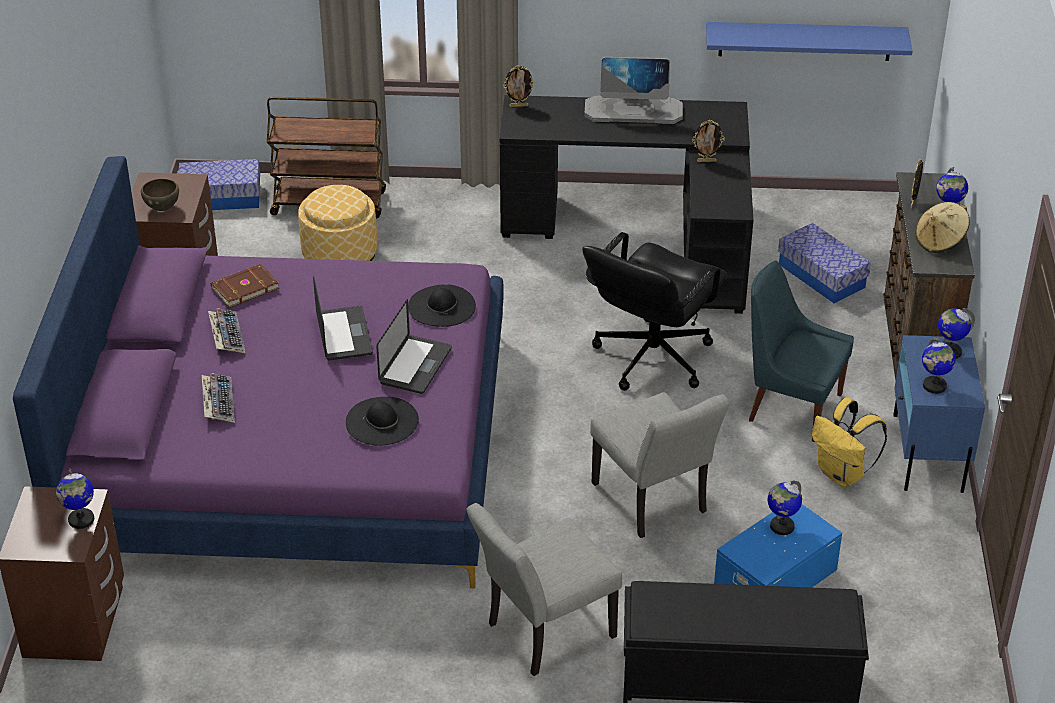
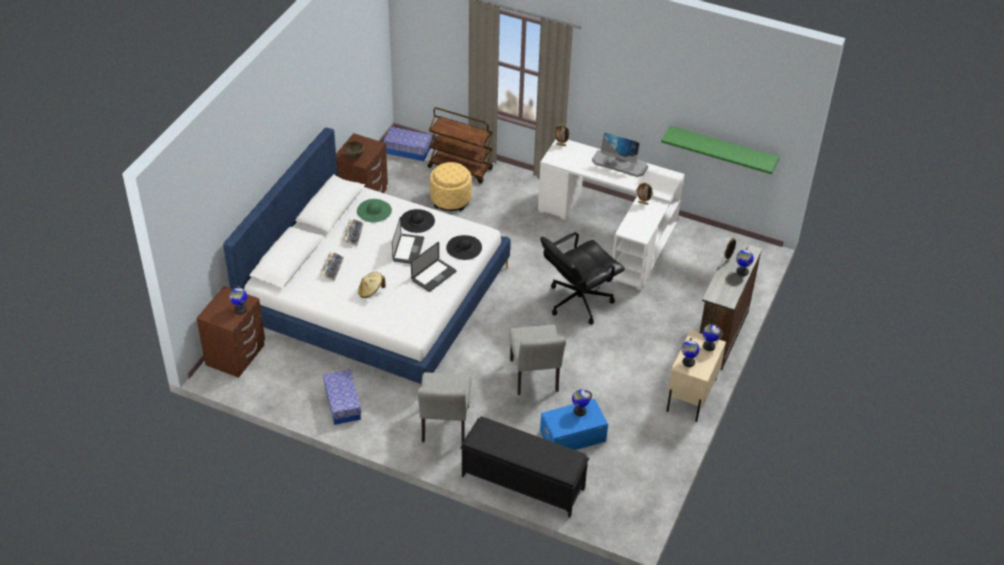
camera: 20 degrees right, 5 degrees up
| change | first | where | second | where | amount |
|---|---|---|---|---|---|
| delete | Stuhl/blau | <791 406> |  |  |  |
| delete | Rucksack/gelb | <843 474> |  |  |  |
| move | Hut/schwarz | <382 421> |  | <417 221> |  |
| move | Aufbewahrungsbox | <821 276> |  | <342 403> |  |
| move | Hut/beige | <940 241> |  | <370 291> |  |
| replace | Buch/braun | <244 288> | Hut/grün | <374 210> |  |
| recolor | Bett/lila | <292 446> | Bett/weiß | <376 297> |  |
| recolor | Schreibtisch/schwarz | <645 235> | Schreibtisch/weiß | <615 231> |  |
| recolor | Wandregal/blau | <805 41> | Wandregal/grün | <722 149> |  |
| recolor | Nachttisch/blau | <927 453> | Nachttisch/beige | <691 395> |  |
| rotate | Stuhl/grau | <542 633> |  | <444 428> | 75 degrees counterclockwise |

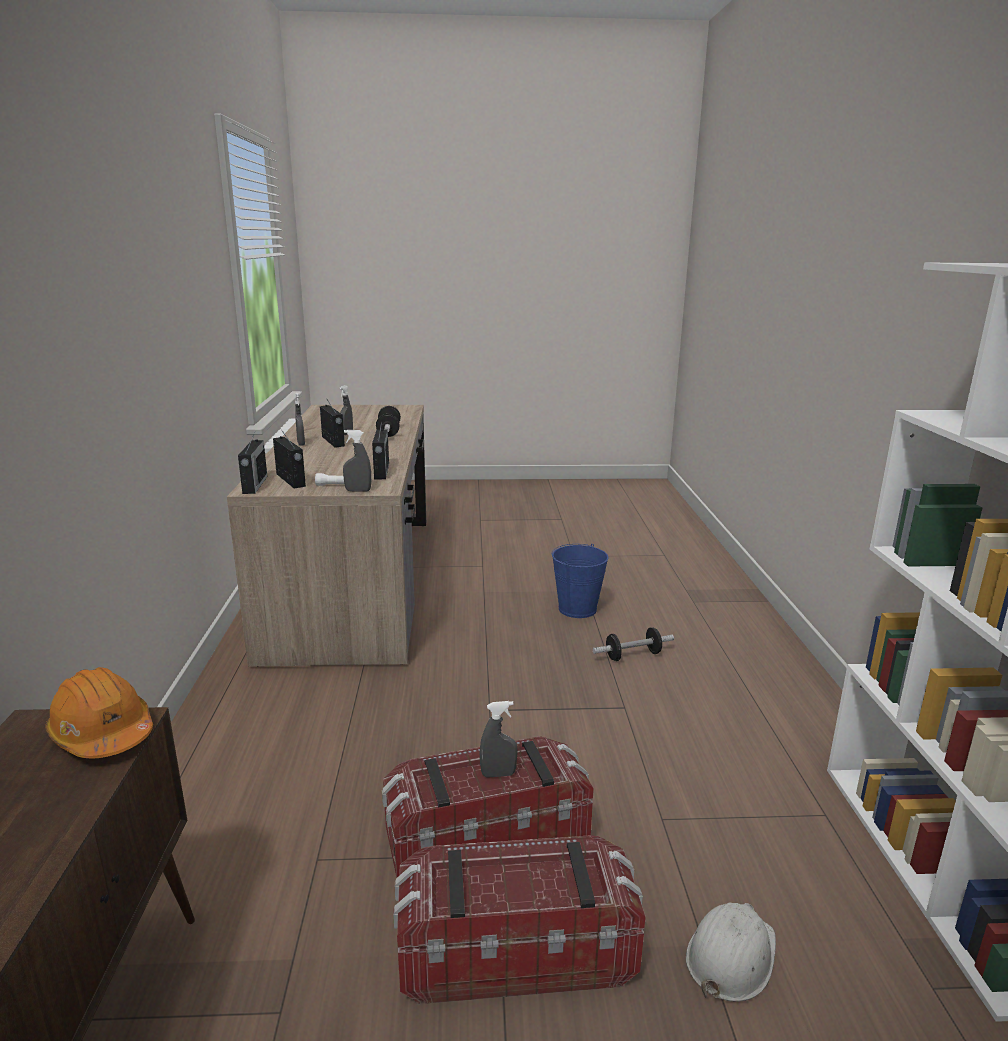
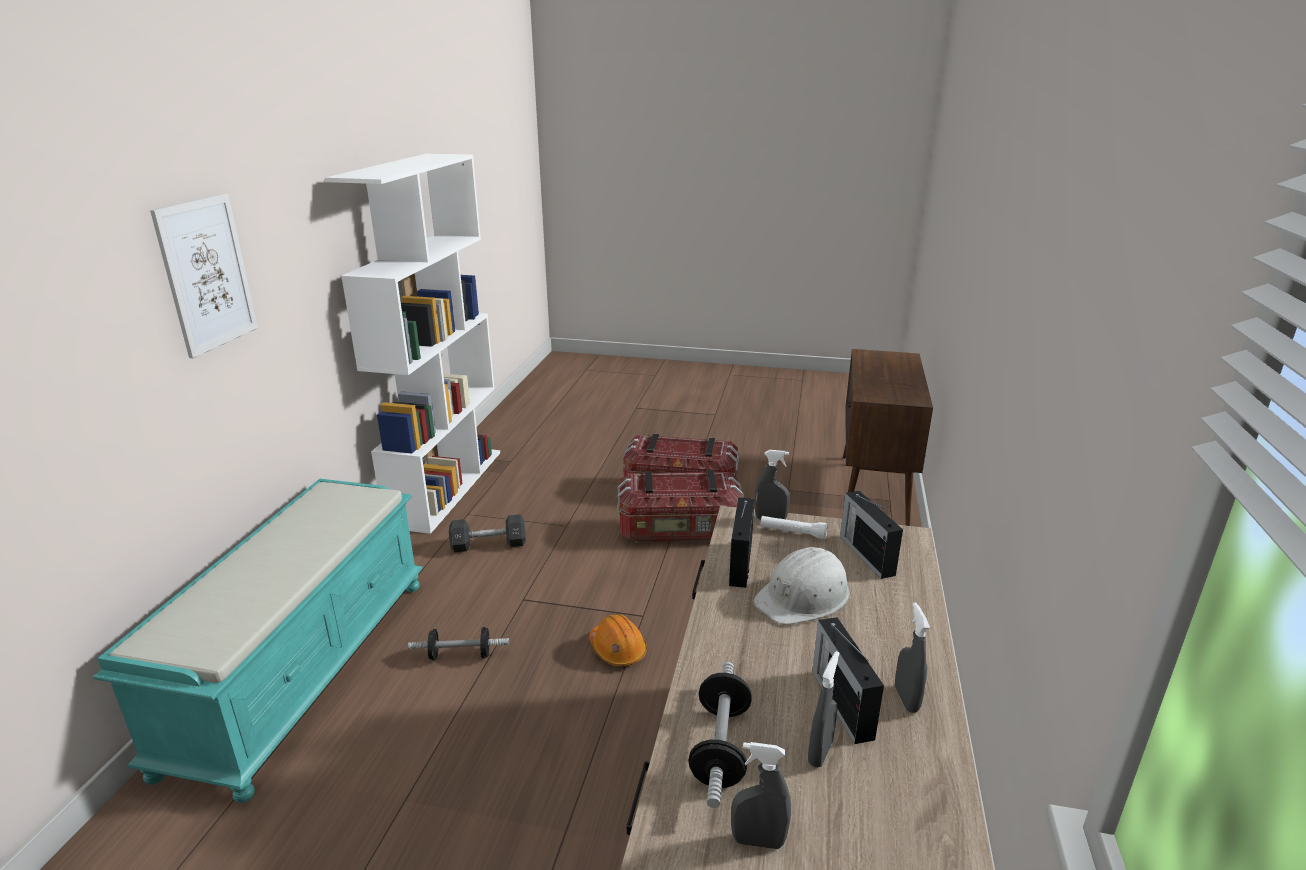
camera: 165 degrees left, 5 degrees up
| change | first | where | second | where | amount |
|---|---|---|---|---|---|
| delete | Radio | <254 485> |  |  |  |
| delete | Eimer/blau | <578 609> |  |  |  |
| insert |  |  | Bank/türkis | <302 667> |  |
| insert |  |  | Bild | <207 274> |  |
| insert |  |  | Hantel/schwarz | <489 544> |  |
| move | Schutzhelm/orange | <103 733> |  | <617 650> |  |
| move | Sprühflasche/grau | <498 774> |  | <758 841> |  |
| move | Schutzhelm/weiß | <730 956> |  | <804 597> |  |

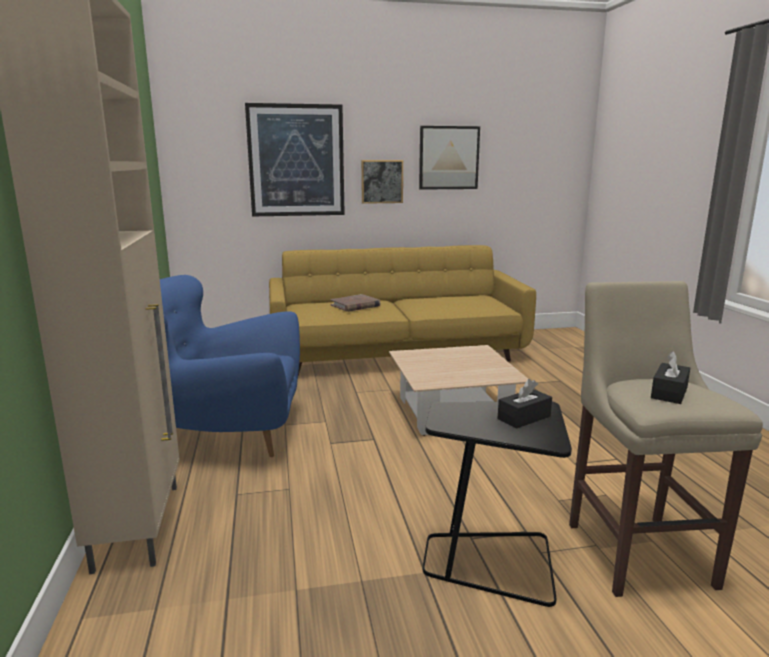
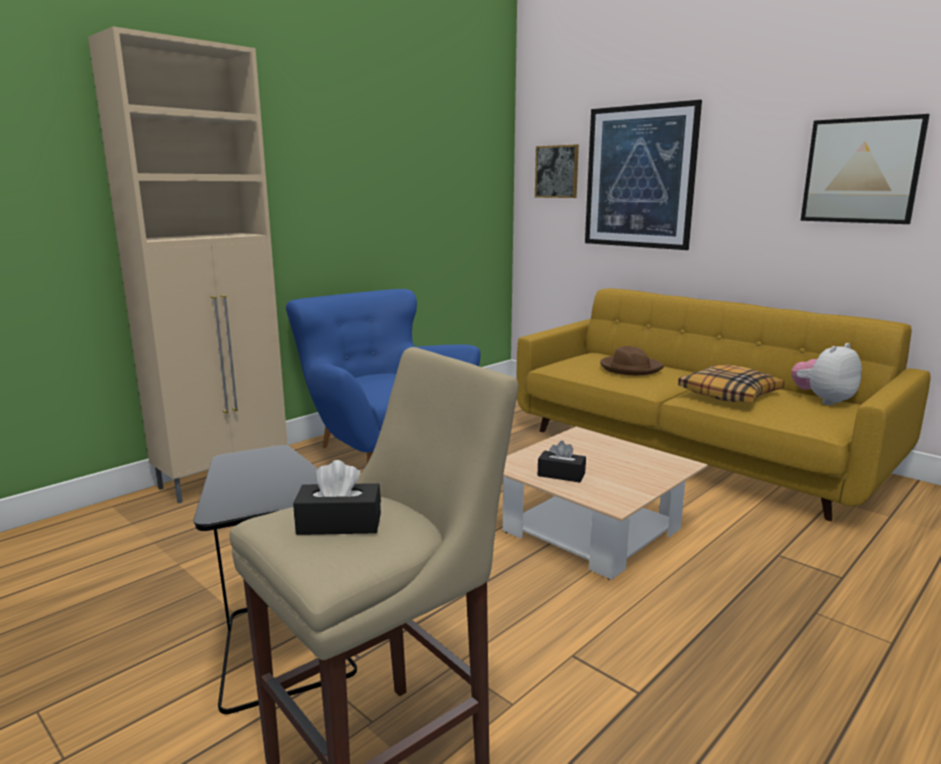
camera: 55 degrees right, 0 degrees up
| change | first | where | second | where | amount |
|---|---|---|---|---|---|
| insert |  |  | Kissen | <729 394> |  |
| insert |  |  | Plüschtier | <823 400> |  |
| move | Bild | <382 181> |  | <557 171> |  |
| move | Taschentuchbox/schwarz | <524 417> |  | <561 475> |  |
| replace | Buch/braun | <355 305> | Hut/braun | <630 368> |  |

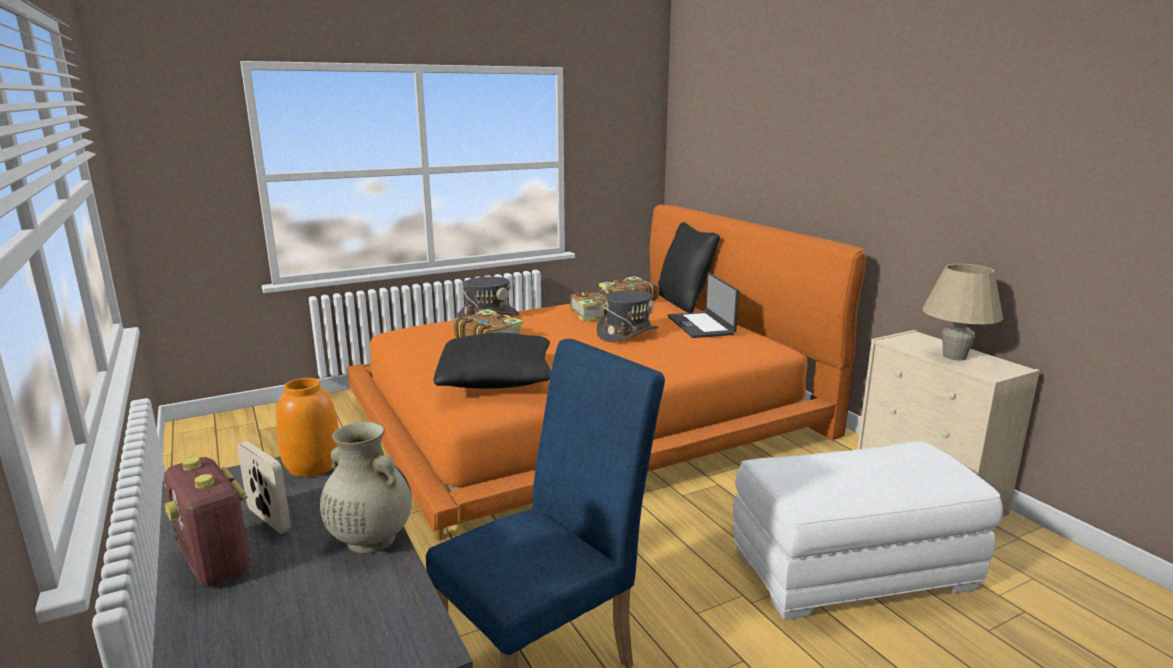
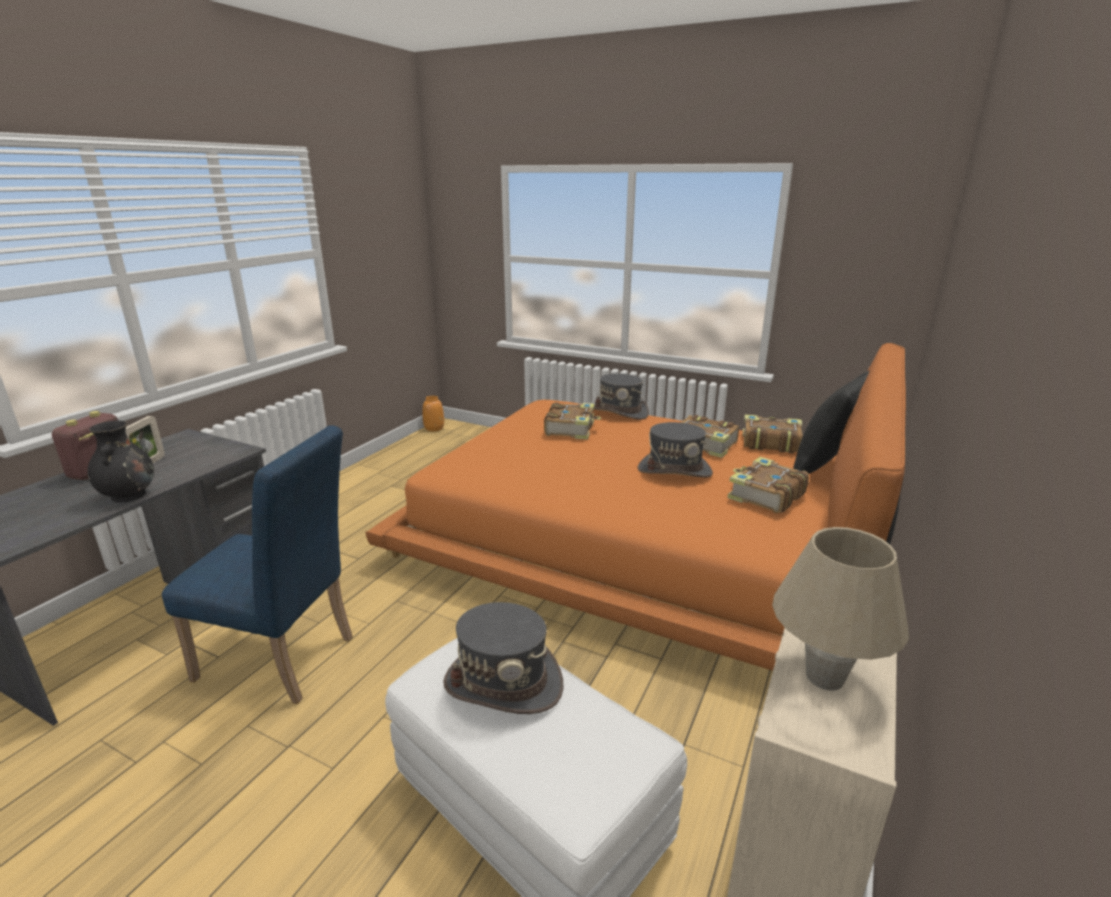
camera: 55 degrees right, 5 degrees up
| change | first | where | second | where | amount |
|---|---|---|---|---|---|
| delete | Kissen/schwarz | <496 380> |  |  |  |
| insert |  |  | Hut/grau | <503 683> |  |
| move | Vase/orange | <312 466> |  | <434 428> |  |
| replace | Laptop | <701 325> | Buch | <765 495> |  |
| recolor | Vase/beige | <370 539> | Vase/schwarz | <129 495> |  |

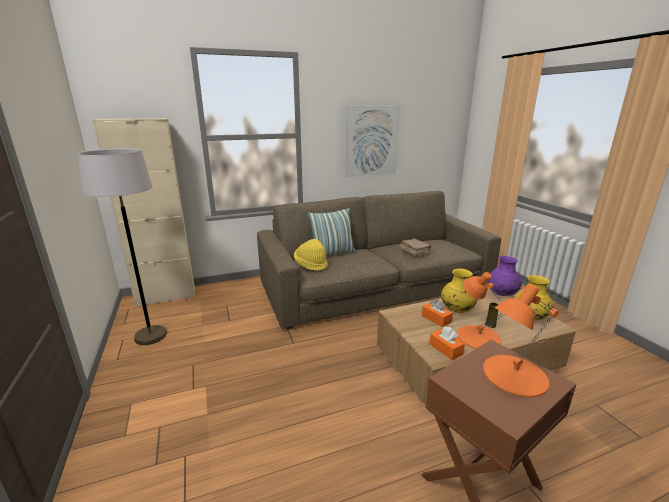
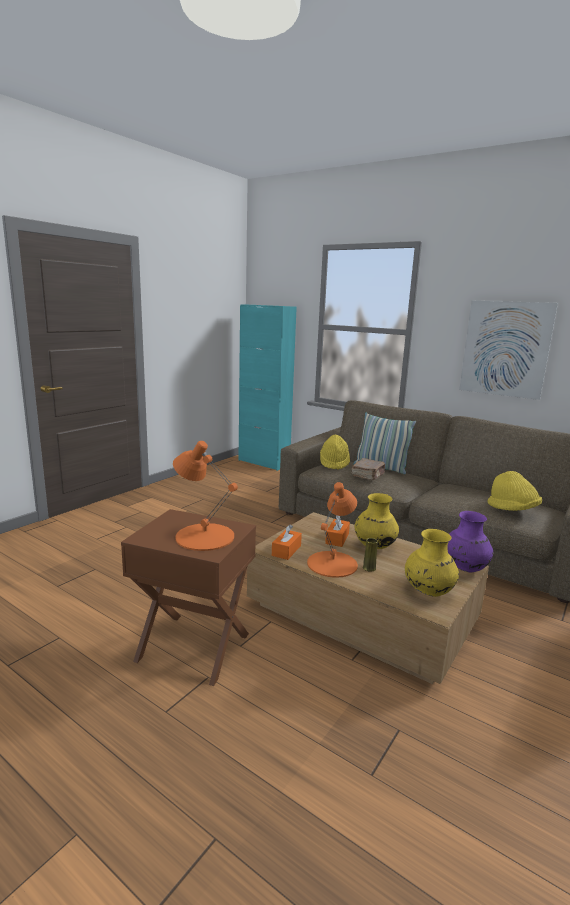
camera: 55 degrees right, 5 degrees down
| change | first | where | second | where | amount |
|---|---|---|---|---|---|
| delete | Stehlampe/grau | <151 336> |  |  |  |
| insert |  |  | Hut/gelb | <512 510> |  |
| move | Buch/braun | <414 252> |  | <368 475> |  |
| recolor | Schrank/beige | <166 296> | Schrank/türkis | <263 462> |  |

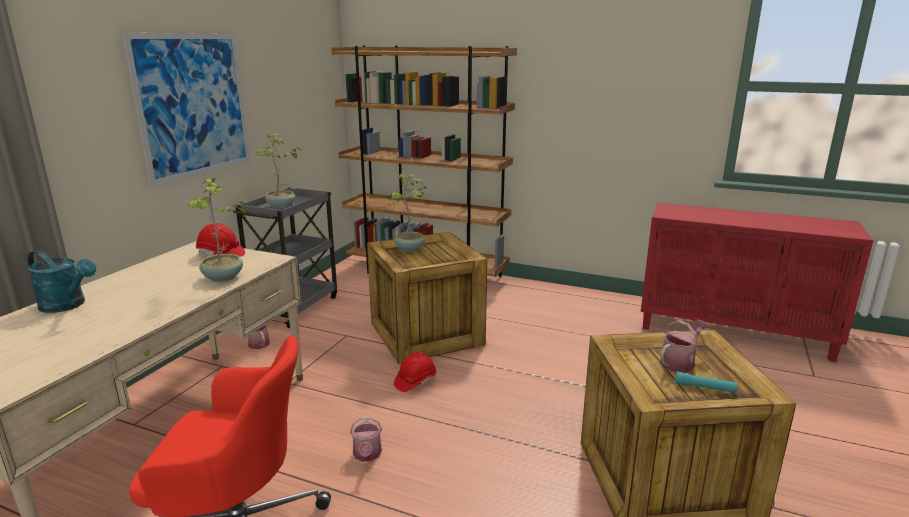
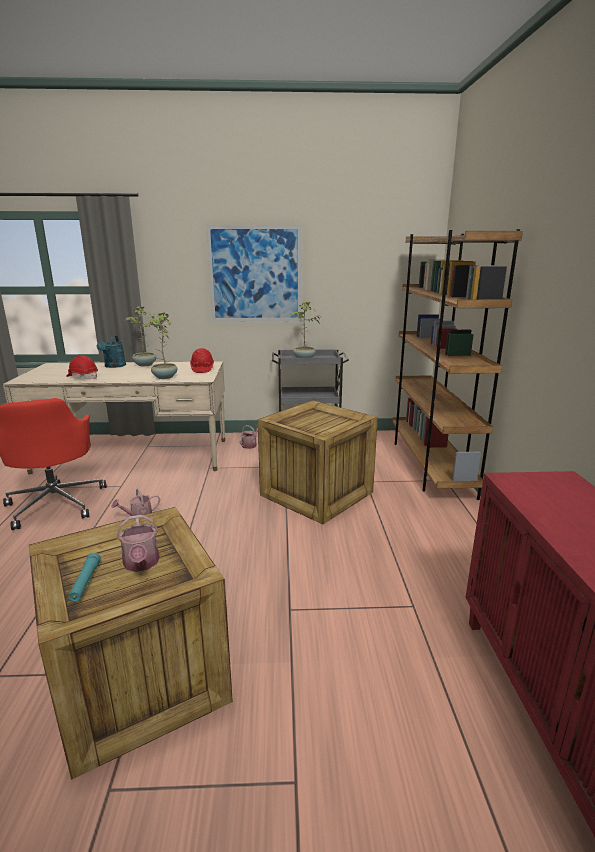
camera: 65 degrees right, 0 degrees up
| change | first | where | second | where | amount |
|---|---|---|---|---|---|
| move | Topfpflanze | <410 249> |  | <145 365> |  |
| move | Schutzhelm/rot | <415 381> |  | <83 377> |  |
| rotate | Gießkanne | <680 362> |  | <141 564> | 45 degrees clockwise |

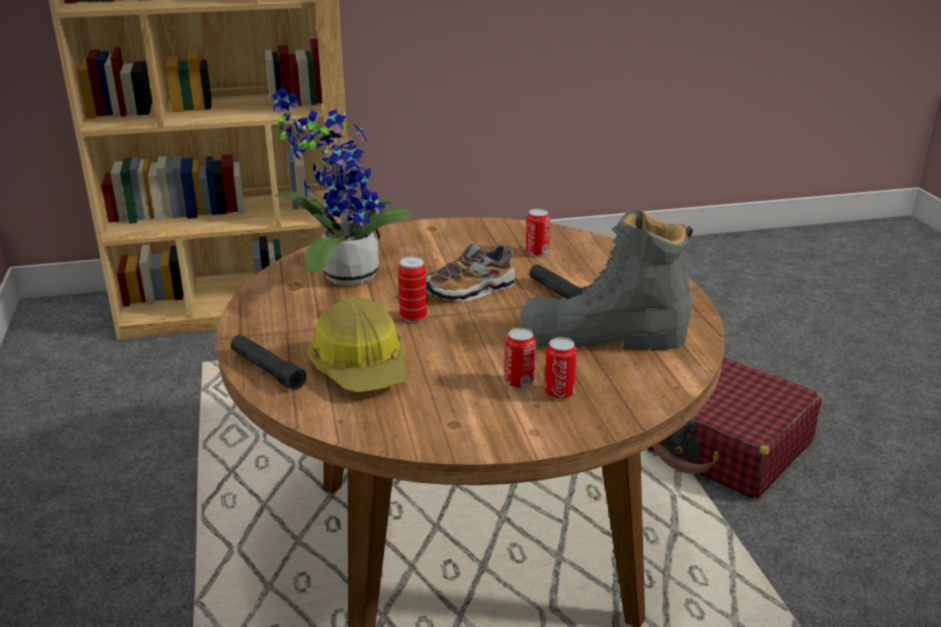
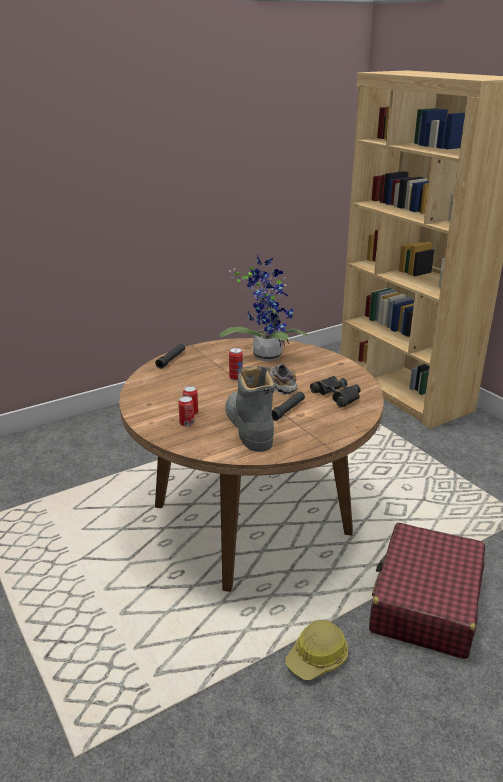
camera: 70 degrees right, 0 degrees up
| change | first | where | second | where | amount |
|---|---|---|---|---|---|
| move | Schutzhelm | <361 367> |  | <317 657> |  |
| replace | Dose | <537 252> | Fernglas/schwarz | <336 395> |  |

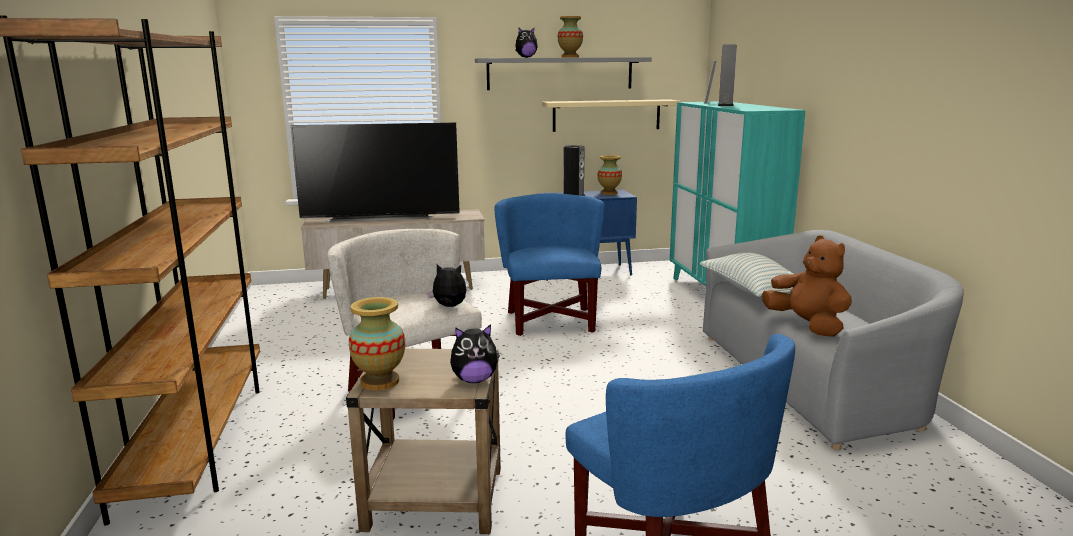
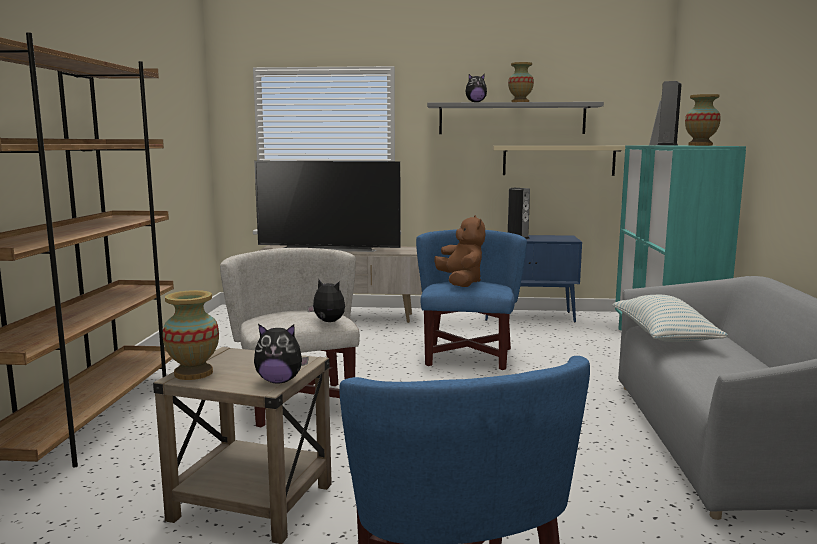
camera: 15 degrees right, 5 degrees down
| change | first | where | second | where | amount |
|---|---|---|---|---|---|
| move | Vase | <609 193> |  | <700 145> |  |
| move | Plüschtier/braun | <807 326> |  | <461 283> |  |

